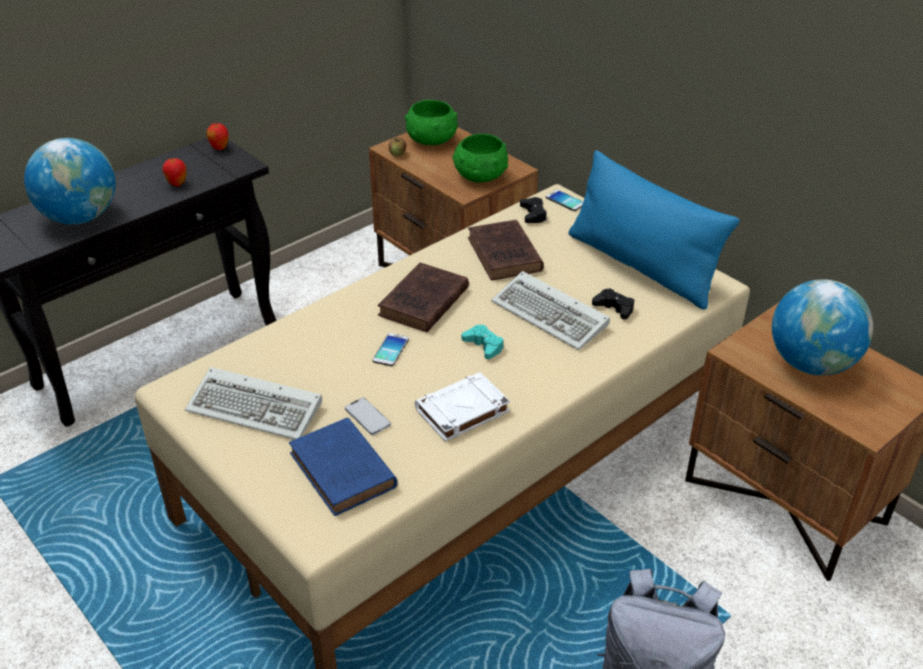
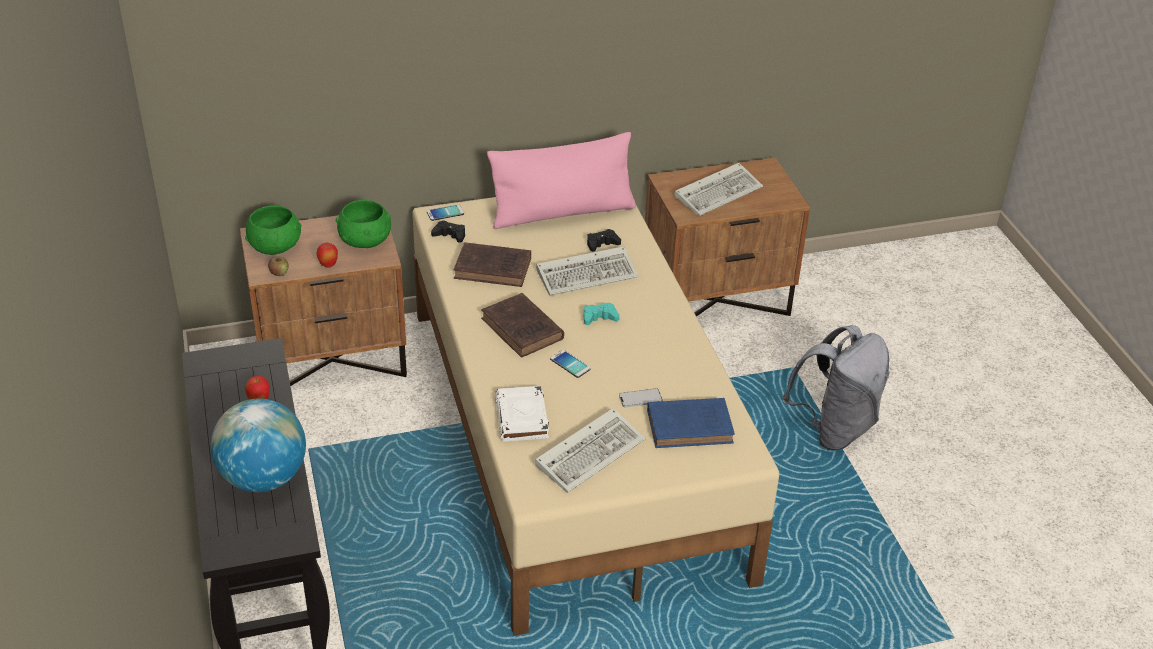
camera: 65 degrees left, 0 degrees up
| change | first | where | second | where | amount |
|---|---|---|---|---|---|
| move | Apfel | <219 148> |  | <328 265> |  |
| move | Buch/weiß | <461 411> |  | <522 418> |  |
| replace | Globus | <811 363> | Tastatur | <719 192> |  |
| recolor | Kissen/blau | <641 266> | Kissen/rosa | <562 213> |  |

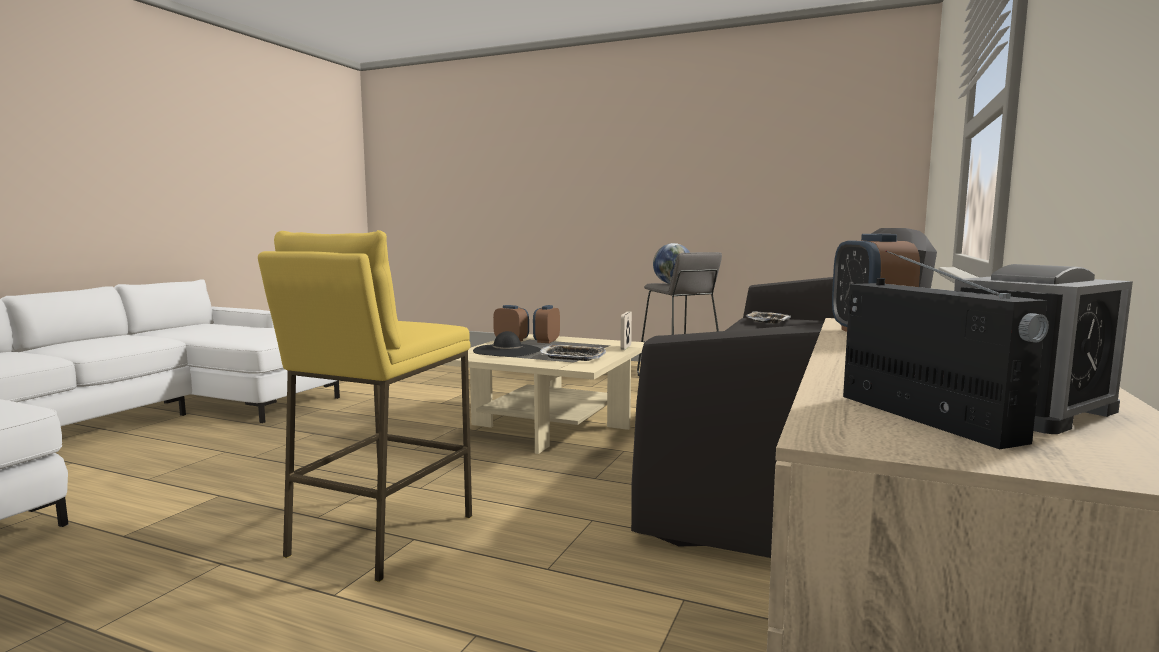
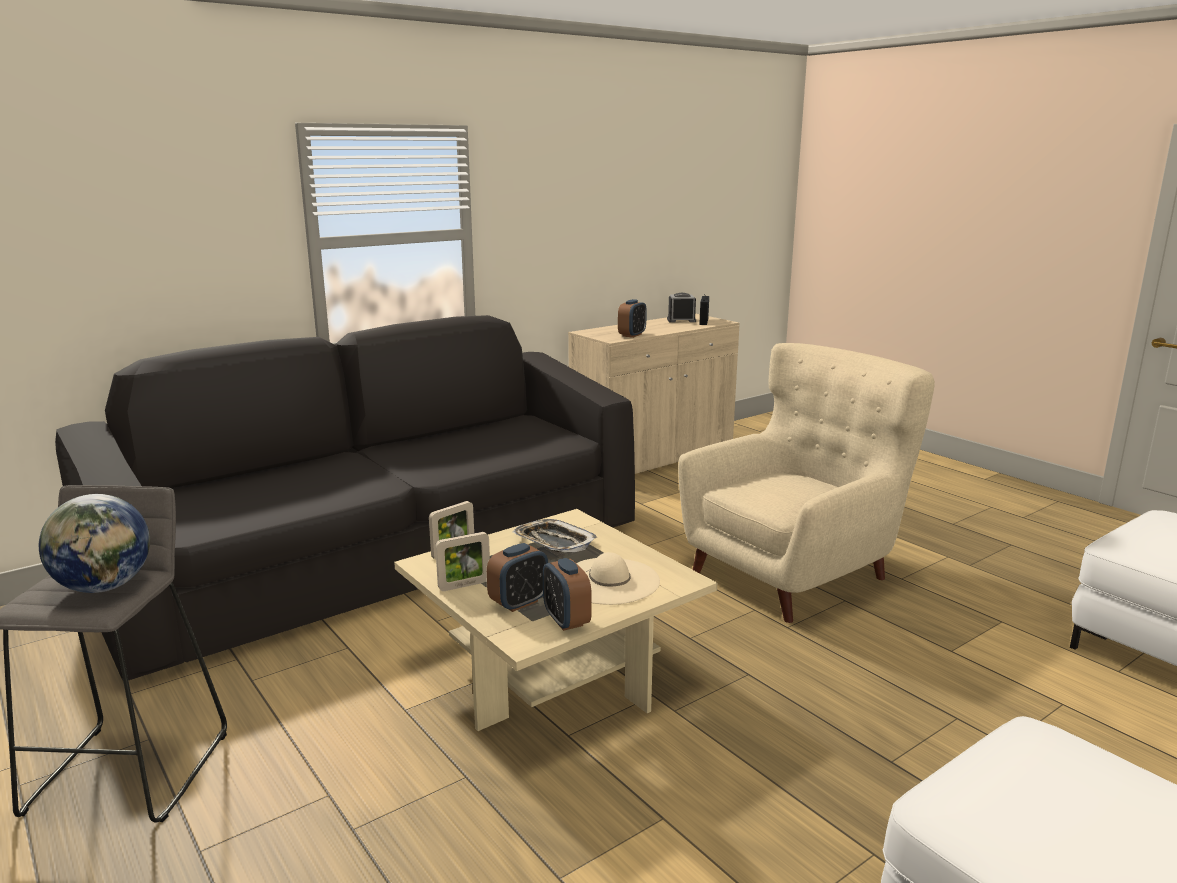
camera: 150 degrees left, 10 degrees up
| change | first | where | second | where | amount |
|---|---|---|---|---|---|
| delete | Tablett | <767 321> |  |  |  |
| insert |  |  | Bilderrahmen | <464 585> |  |
| replace | Hocker/gelb | <380 535> | Sessel/beige | <793 572> |  |
| recolor | Hut/schwarz | <507 350> | Hut/beige | <610 581> |  |

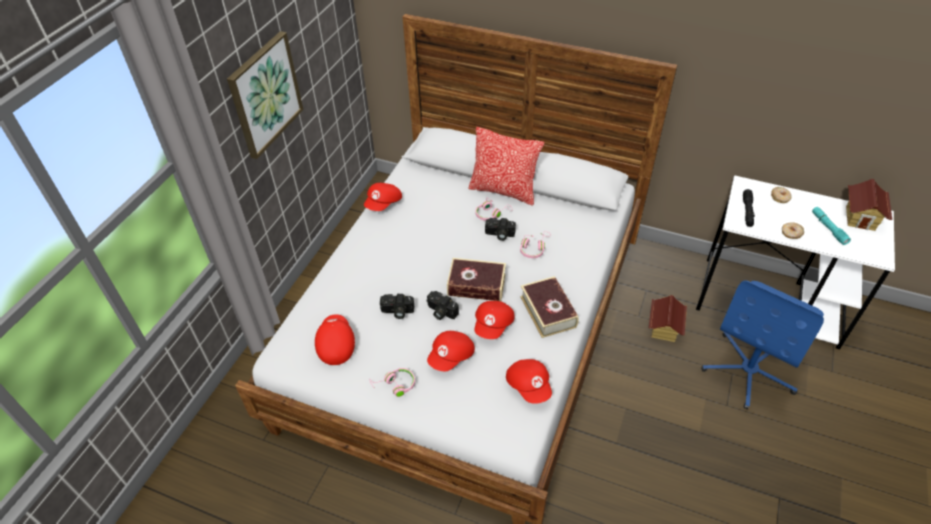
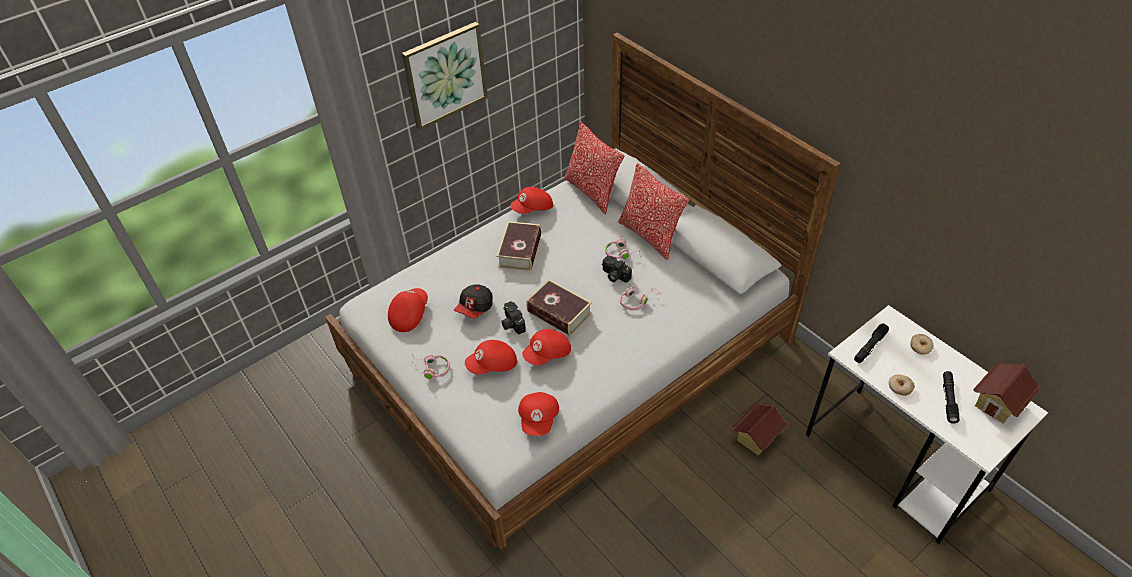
camera: 30 degrees right, 0 degrees up
| change | first | where | second | where | amount |
|---|---|---|---|---|---|
| delete | Bürostuhl/blau | <749 370> |  |  |  |
| insert |  |  | Kissen | <592 192> |  |
| move | Buch | <548 311> |  | <520 251> |  |
| replace | Kamera | <397 312> | Kappe | <475 308> |  |
| recolor | Taschenlampe/türkis | <828 228> | Taschenlampe/schwarz | <948 399> |  |

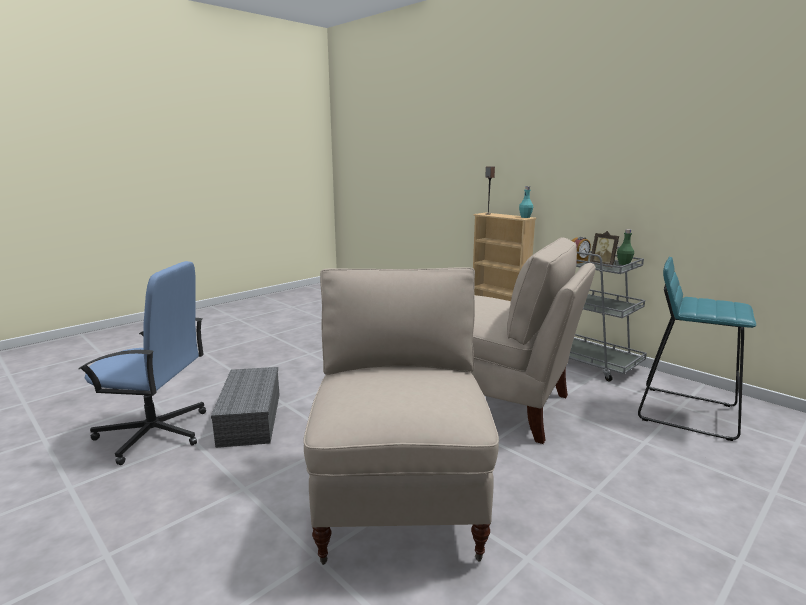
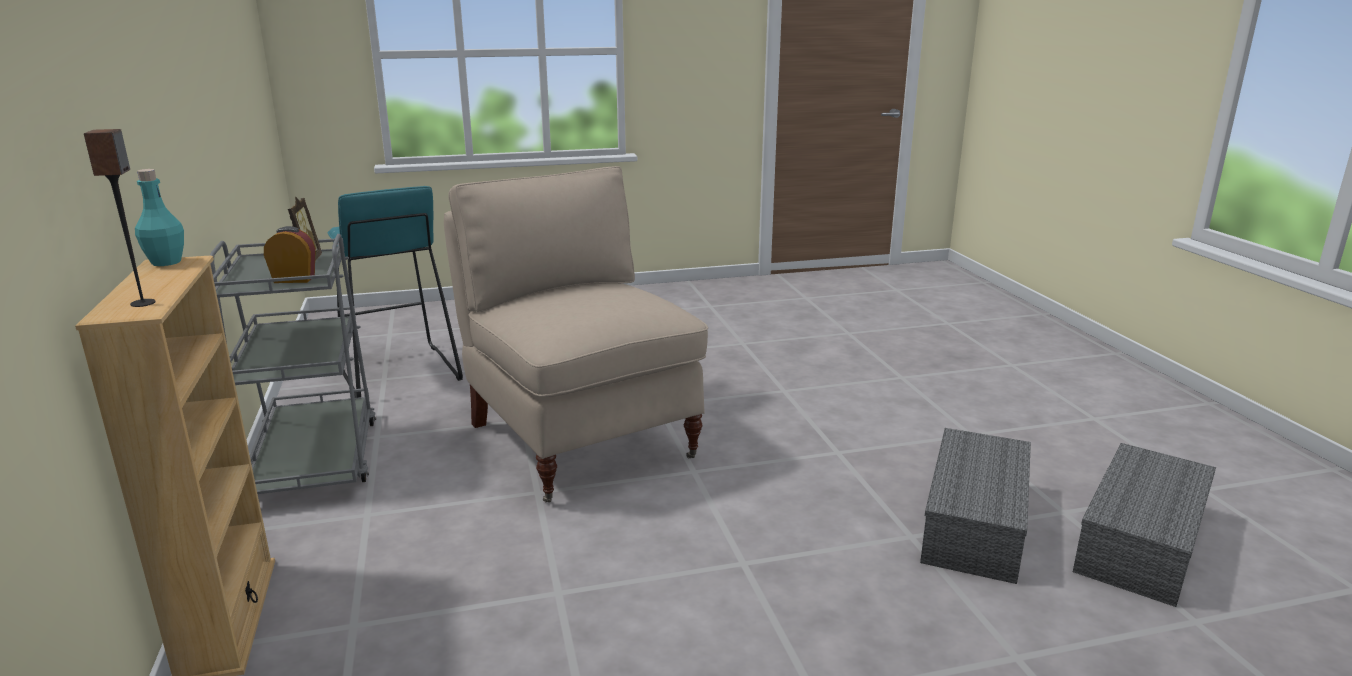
camera: 150 degrees left, 5 degrees up
| change | first | where | second | where | amount |
|---|---|---|---|---|---|
| delete | Stuhl/beige | <400 499> |  |  |  |
| delete | Flasche/grün | <624 264> |  |  |  |
| replace | Bürostuhl/blau | <155 433> | Aufbewahrungsbox/grau | <1138 541> |  |

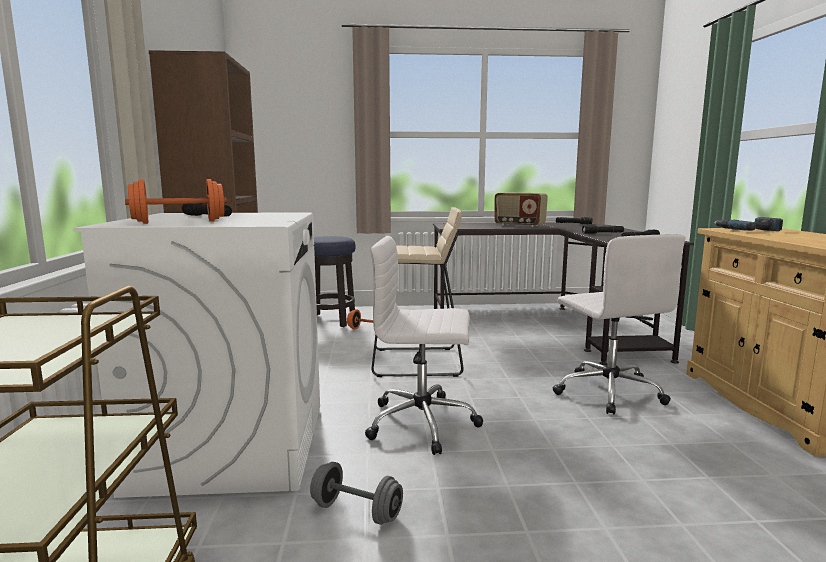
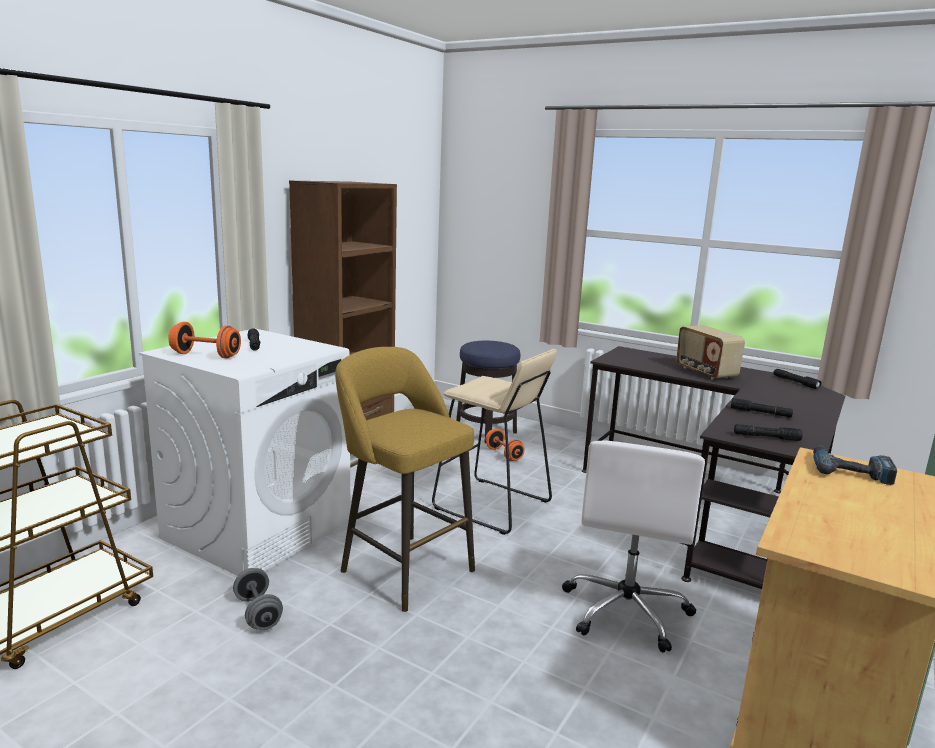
camera: 35 degrees right, 5 degrees up
| change | first | where | second | where | amount |
|---|---|---|---|---|---|
| replace | Bürostuhl/weiß | <424 423> | Hocker/gelb | <402 568> |  |

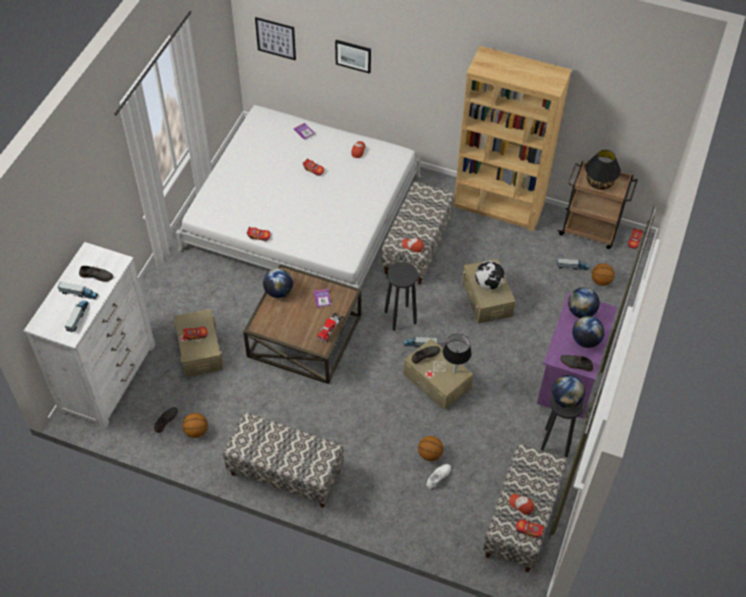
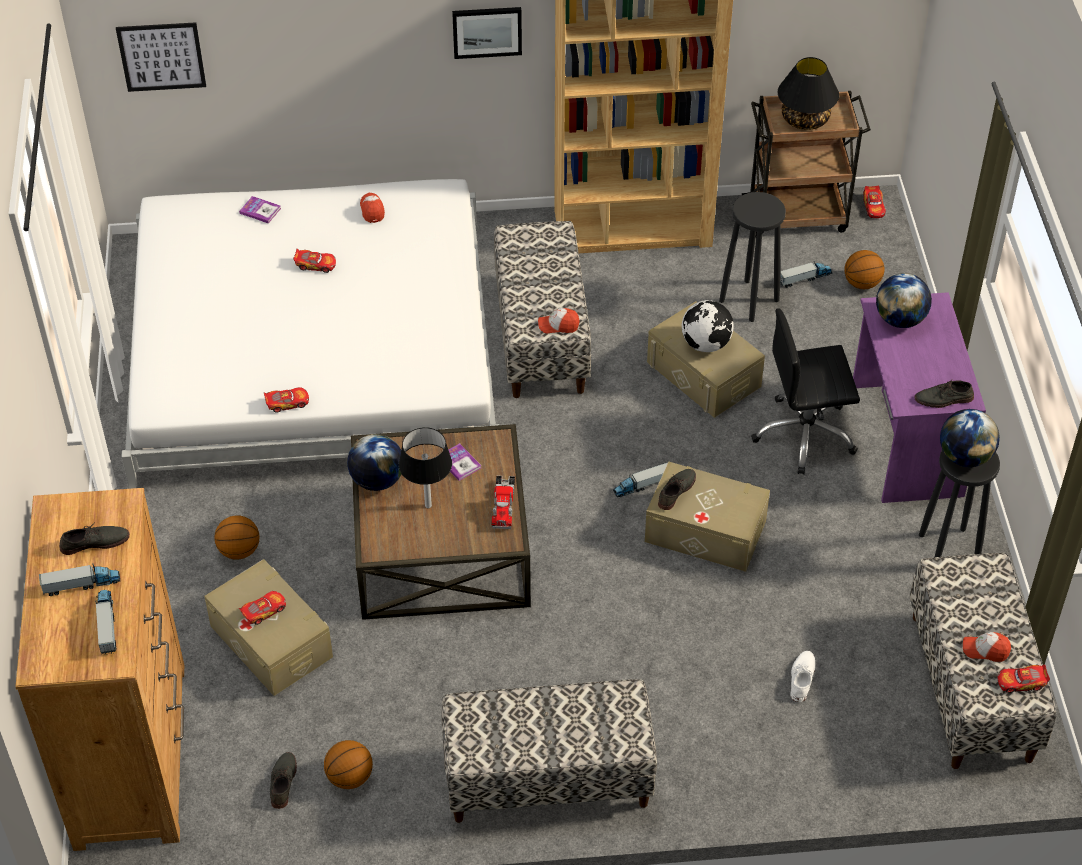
camera: 25 degrees left, 5 degrees down
| change | first | where | second | where | amount |
|---|---|---|---|---|---|
| delete | Globus | <585 341> |  |  |  |
| insert |  |  | Bürostuhl/schwarz | <804 435> |  |
| move | Bild | <353 55> |  | <487 31> |  |
| move | Hocker/schwarz | <400 317> |  | <749 301> |  |
| move | Basketball | <430 454> |  | <239 551> |  |
| move | Tischlampe/schwarz | <454 371> |  | <428 505> |  |
| recolor | Kommode/weiß | <108 377> | Kommode/braun | <131 754> |  |

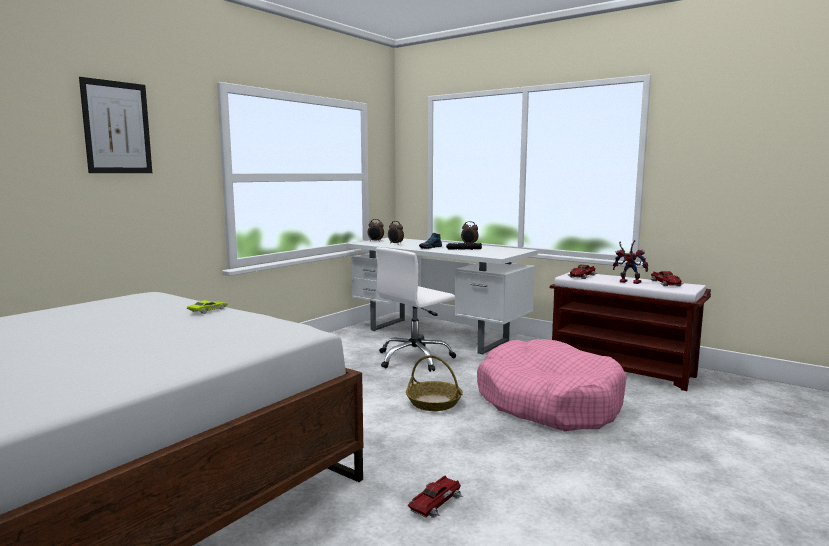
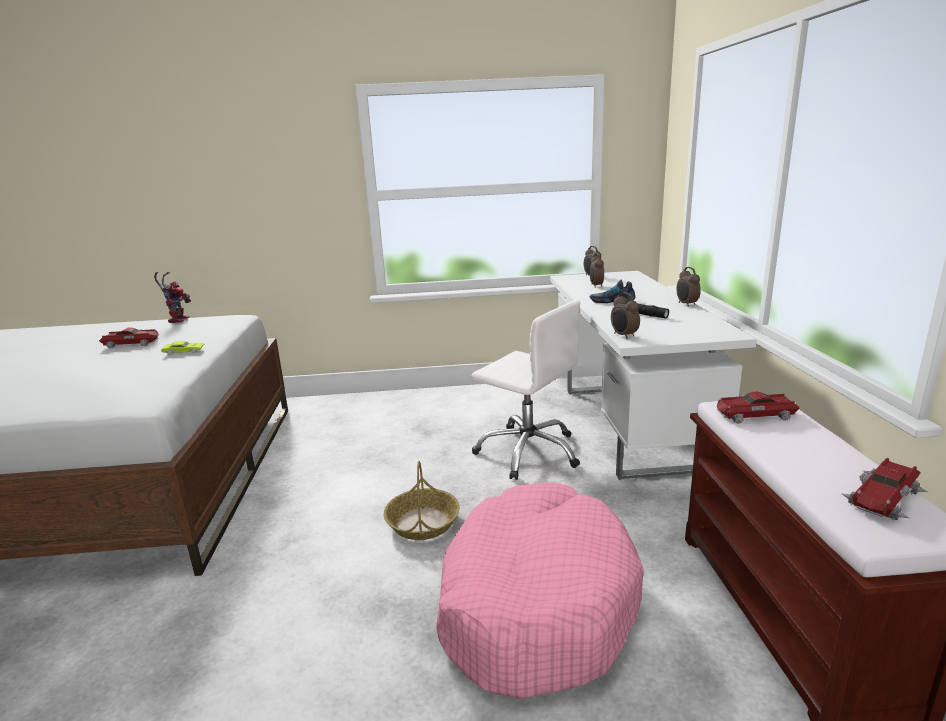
camera: 50 degrees right, 10 degrees up
| change | first | where | second | where | amount |
|---|---|---|---|---|---|
| delete | Bild | <117 127> |  |  |  |
| insert |  |  | Wecker | <623 336> |  |
| move | Spielzeugauto | <435 502> |  | <132 343> |  |
| move | Spielzeugroboter | <627 282> |  | <178 319> |  |
| rotate | Bürostuhl/weiß | <415 359> |  | <528 451> | 150 degrees counterclockwise |

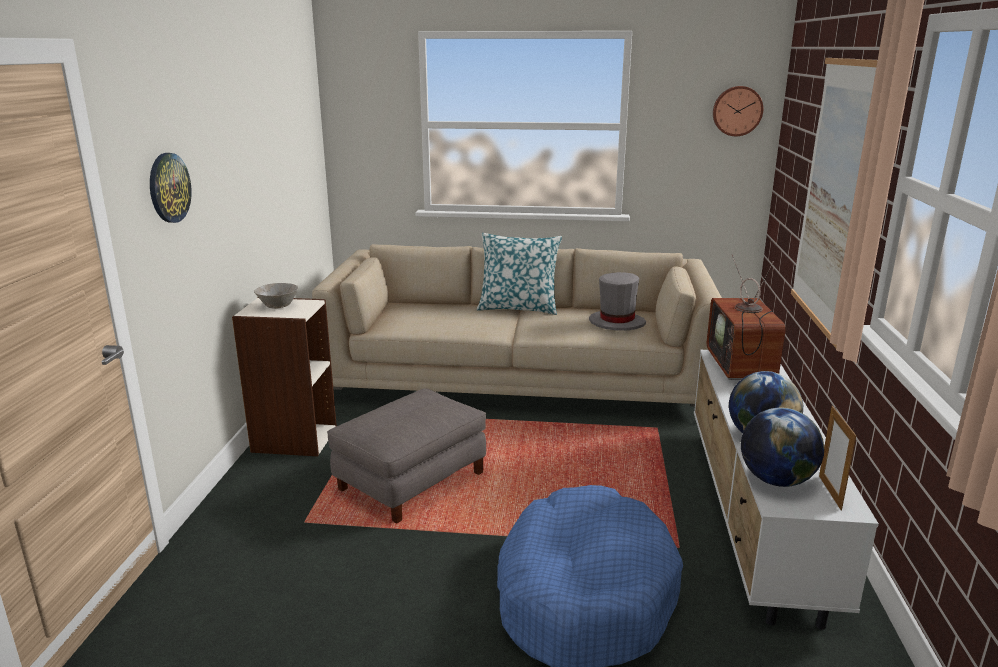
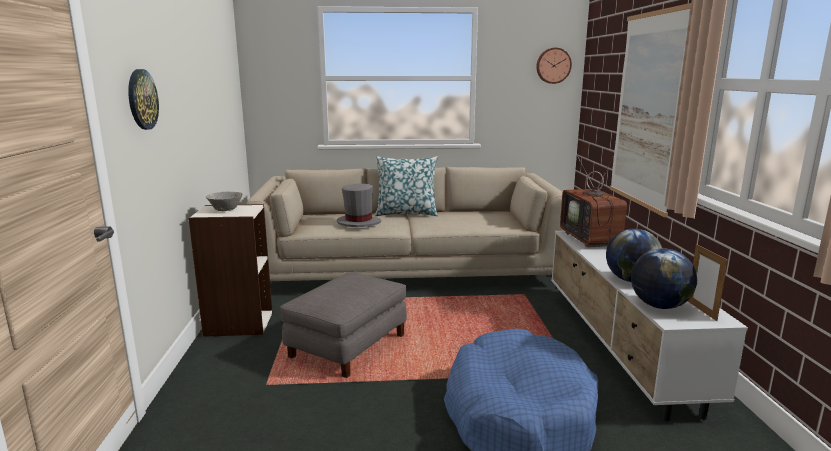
camera: 10 degrees left, 5 degrees down
| change | first | where | second | where | amount |
|---|---|---|---|---|---|
| move | Hut/grau | <616 323> |  | <358 222> |  |

